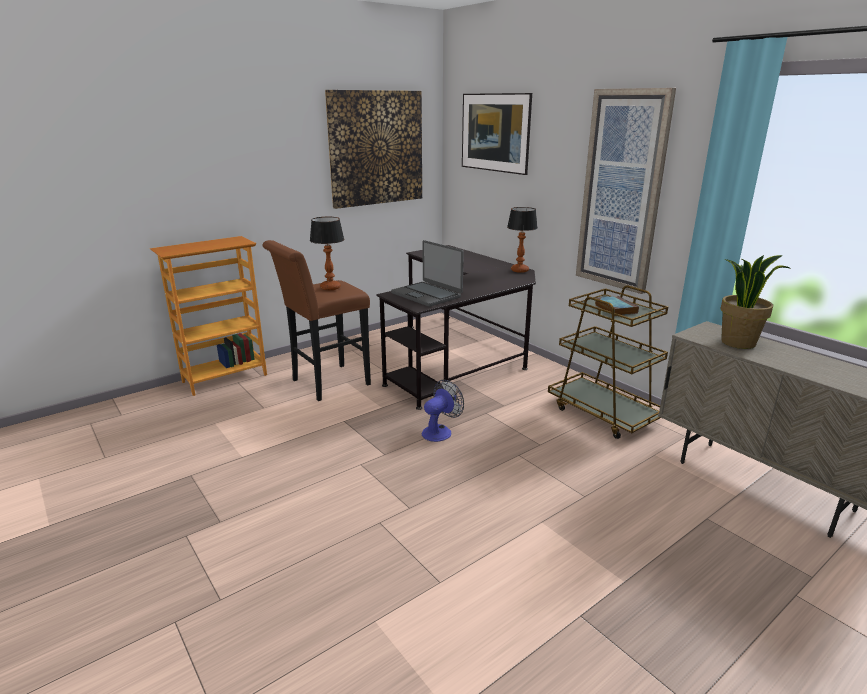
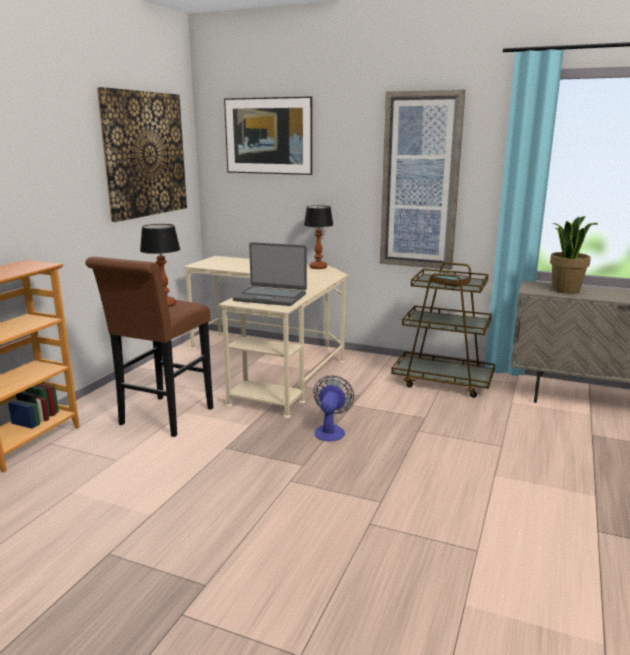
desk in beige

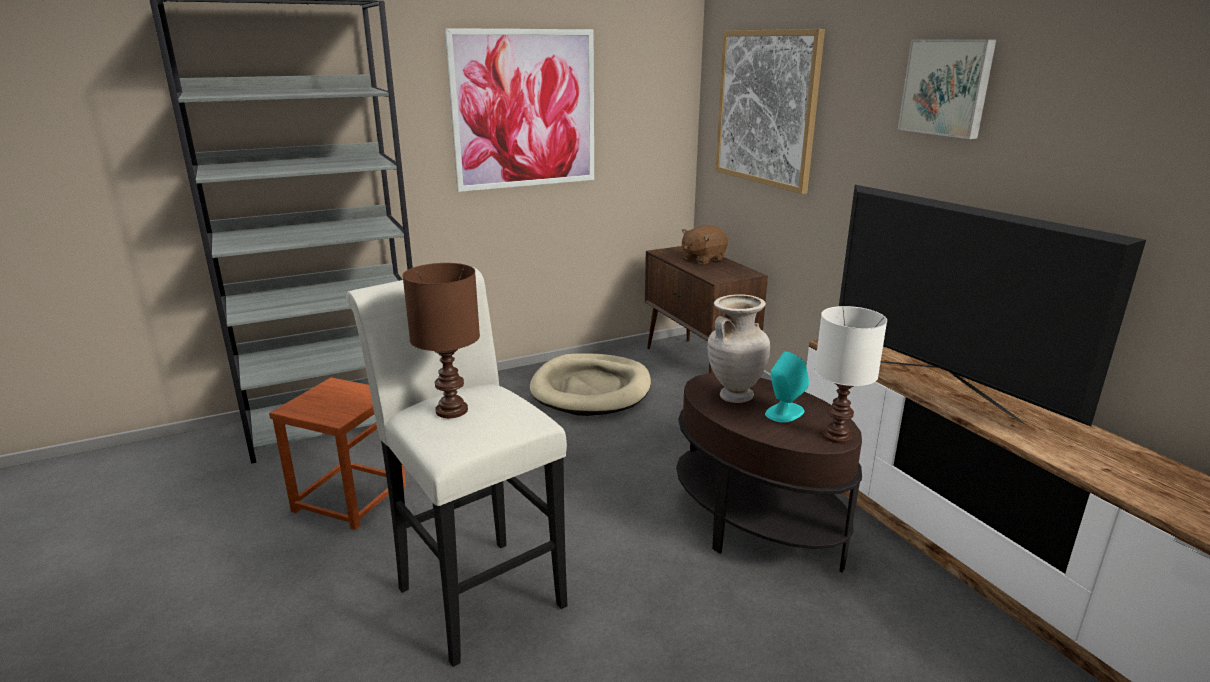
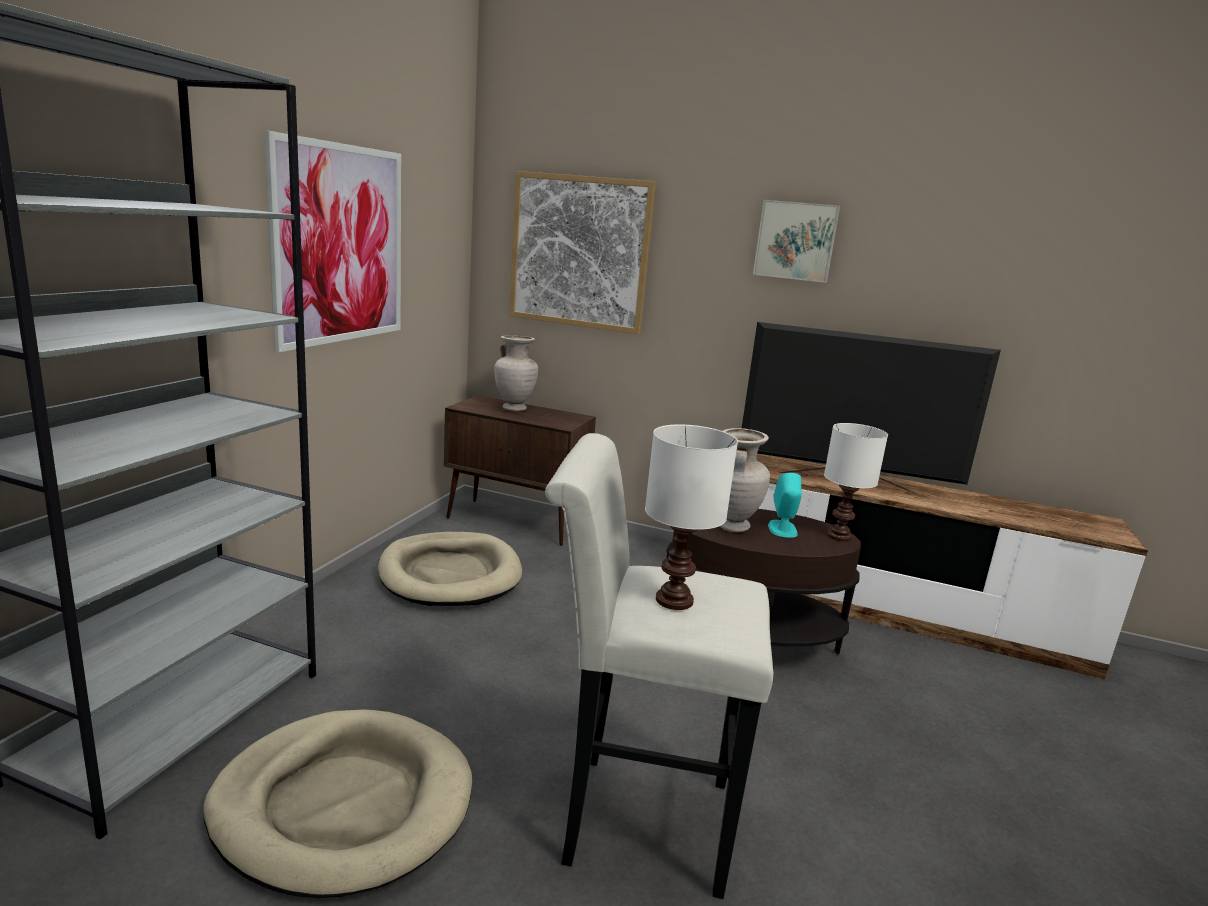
dog bed in beige (no. 1 from left); vase in beige (no. 1 from left); table lamp in white (no. 1 from left)

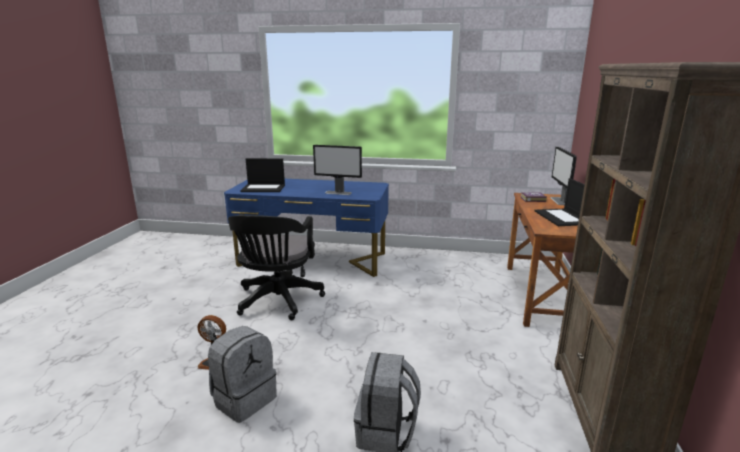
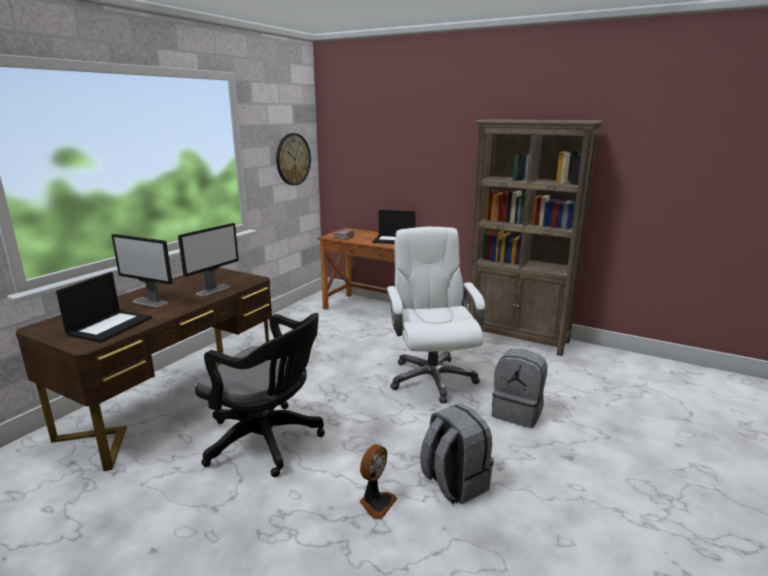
wall clock; office chair in white; monitor (no. 1 from left); desk in brown (no. 1 from left)

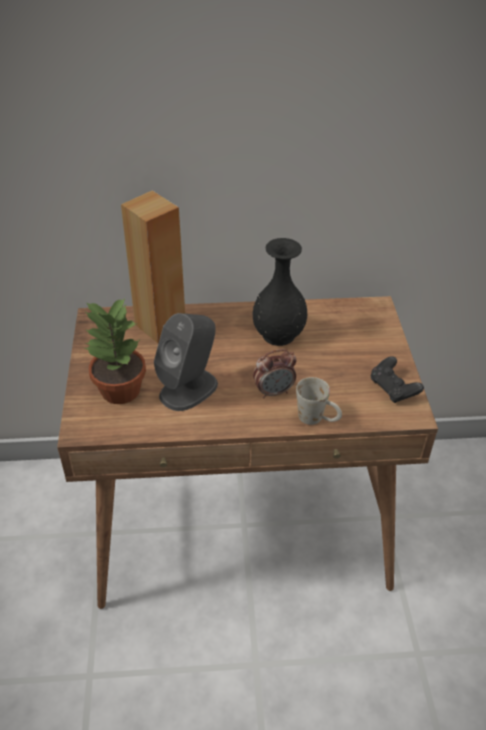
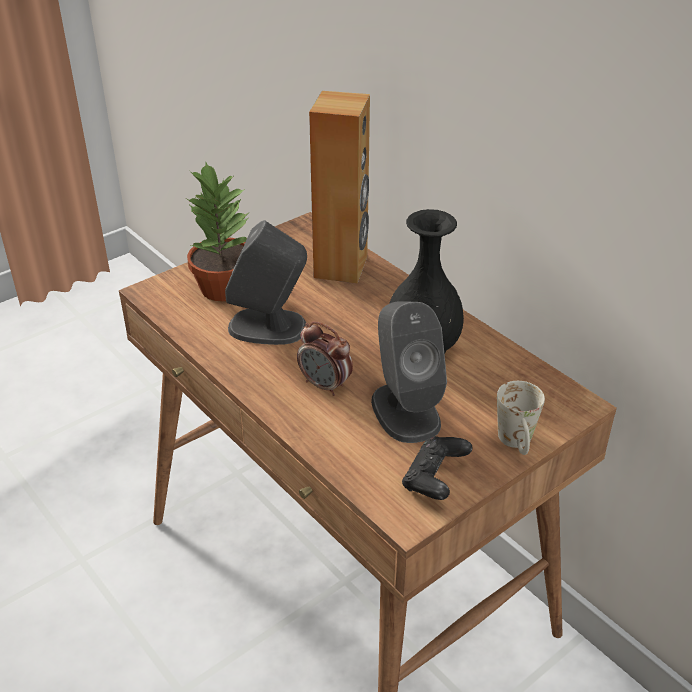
speaker in grey (no. 2 from left); mug in white

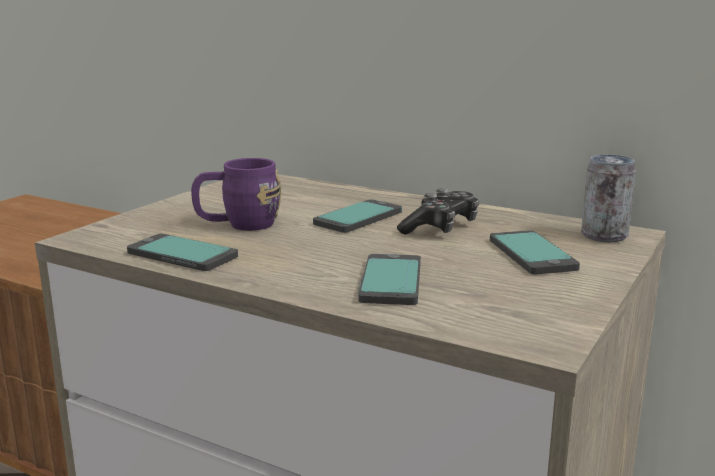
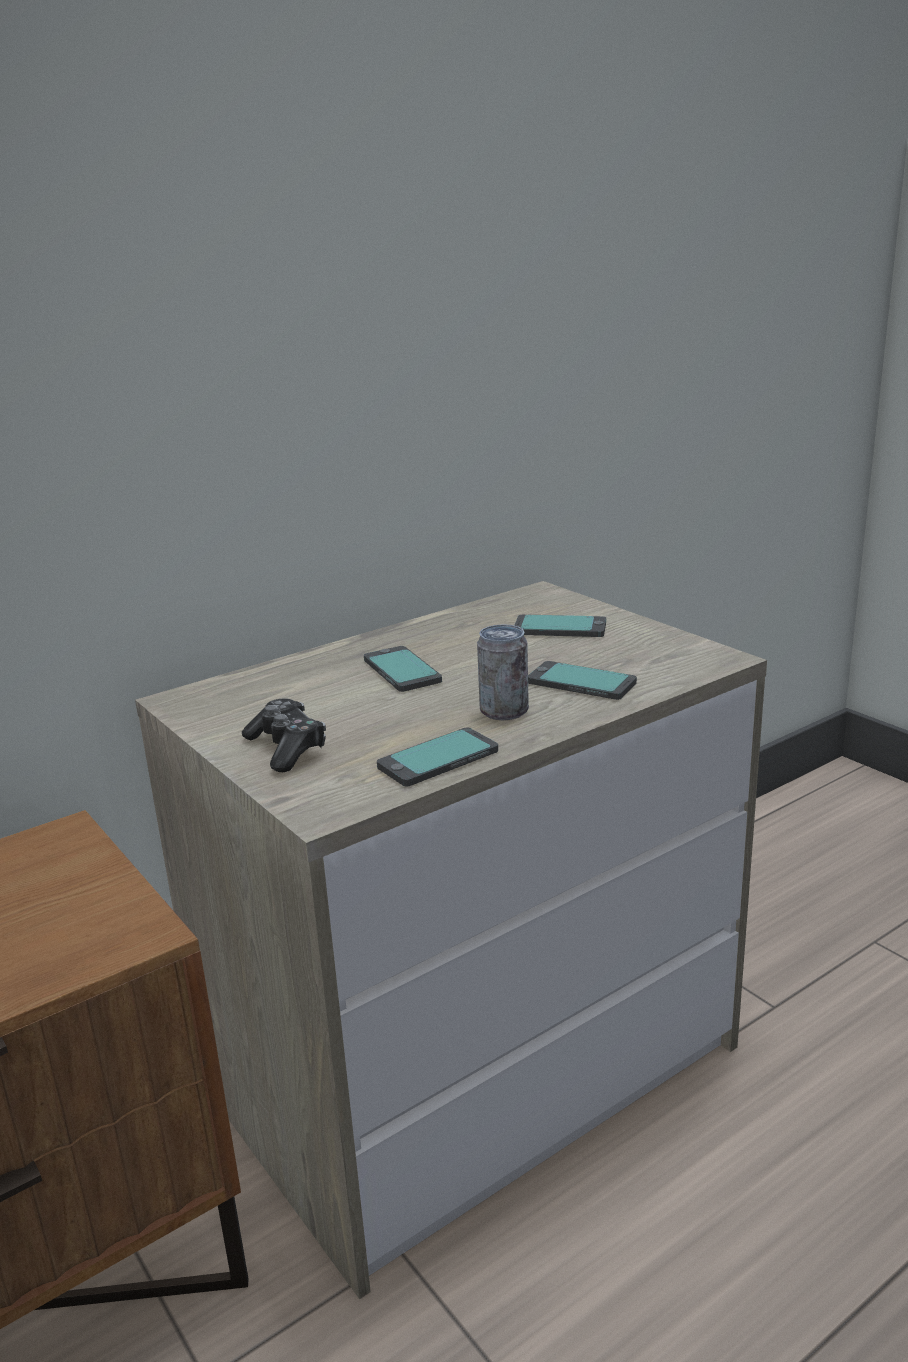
mug in purple; game controller; can

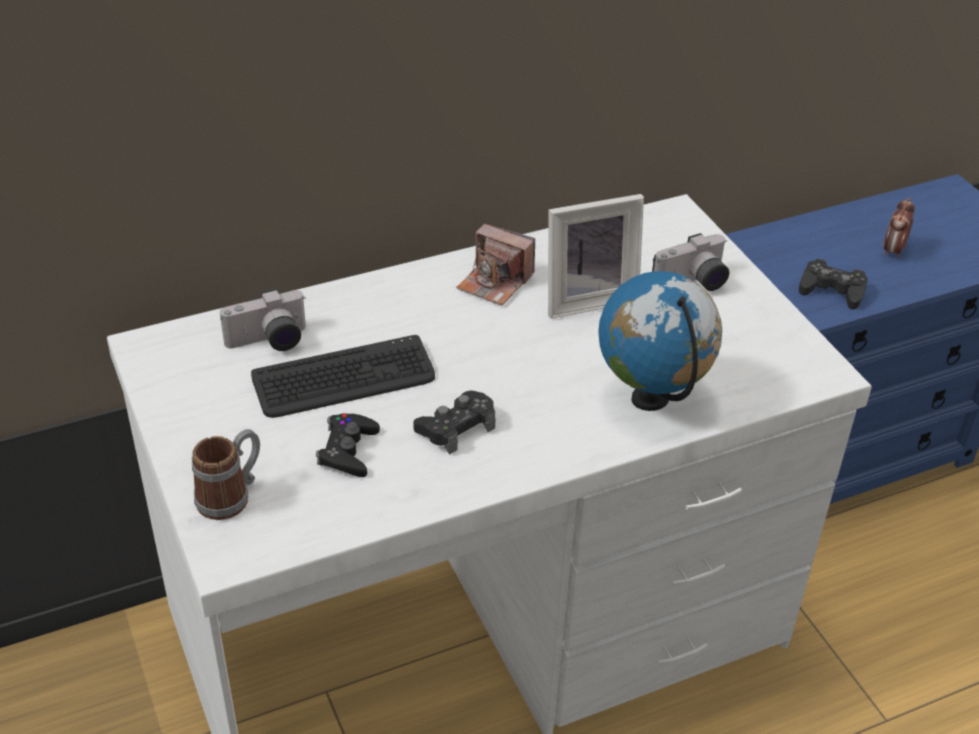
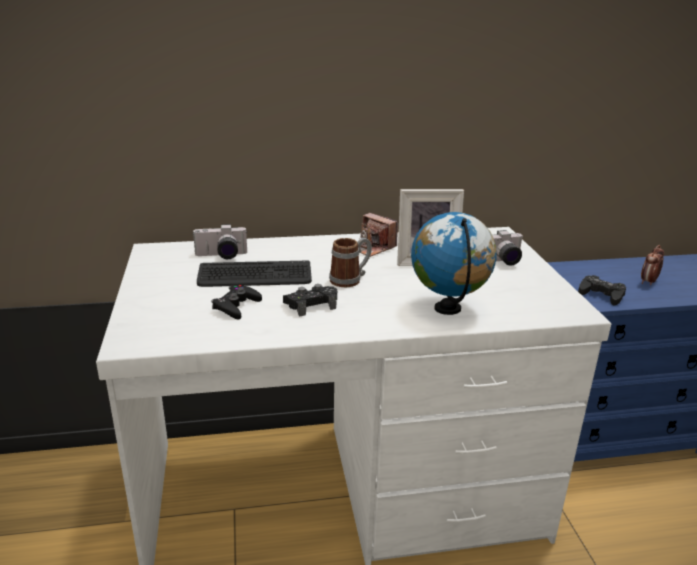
mug

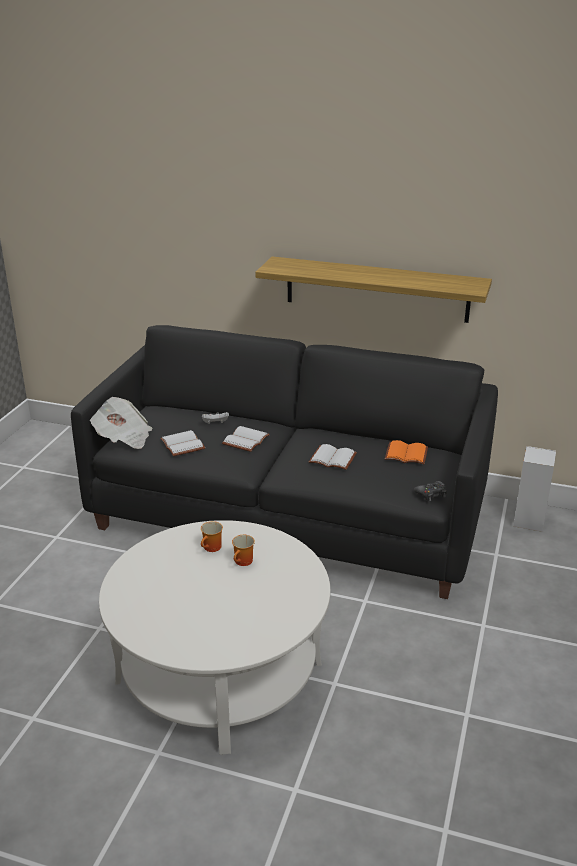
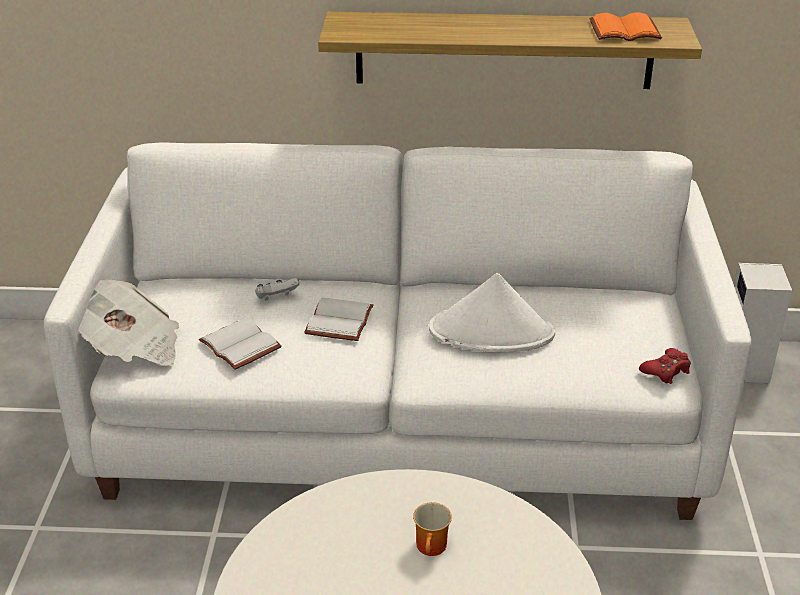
mug (no. 1 from left in the first image); book in orange; hat in white; sofa in white; game controller in red

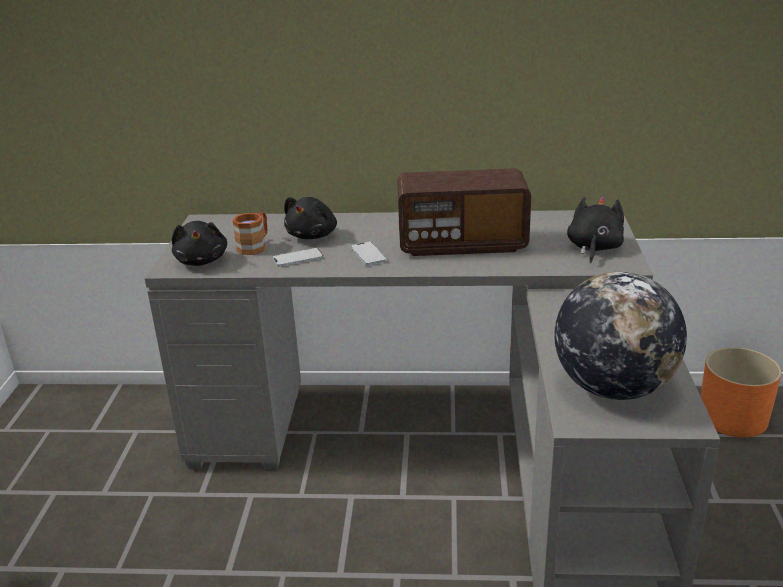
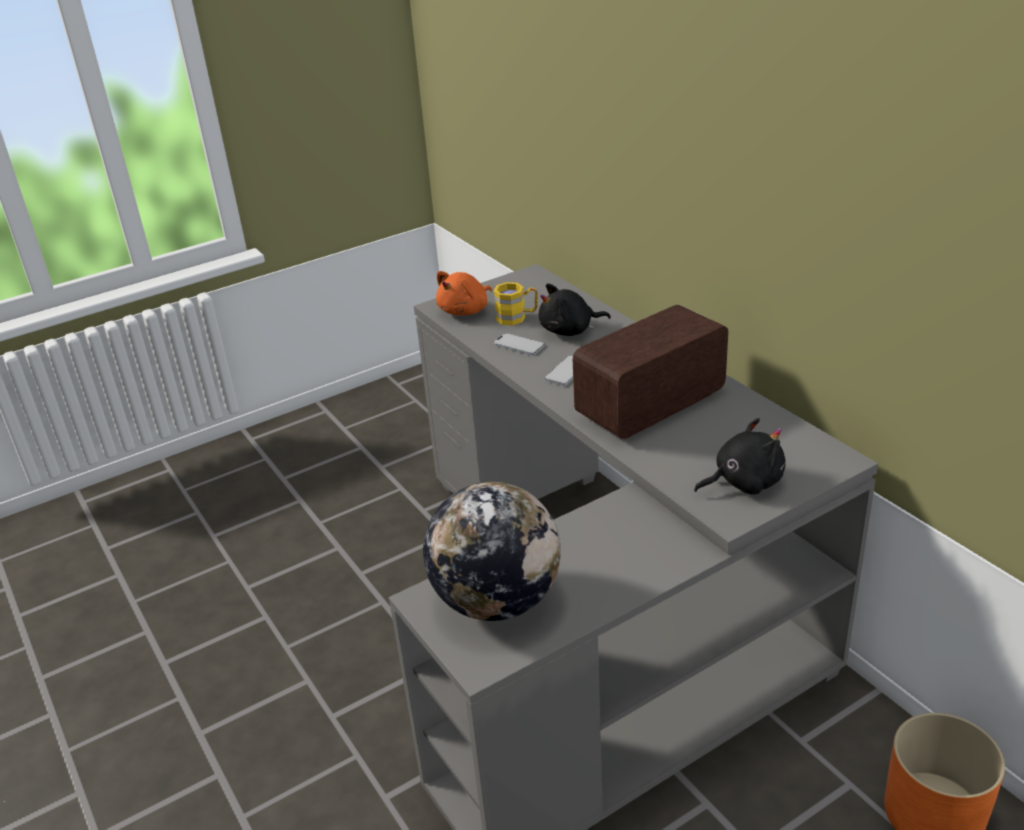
plush toy in orange; mug in yellow; radio

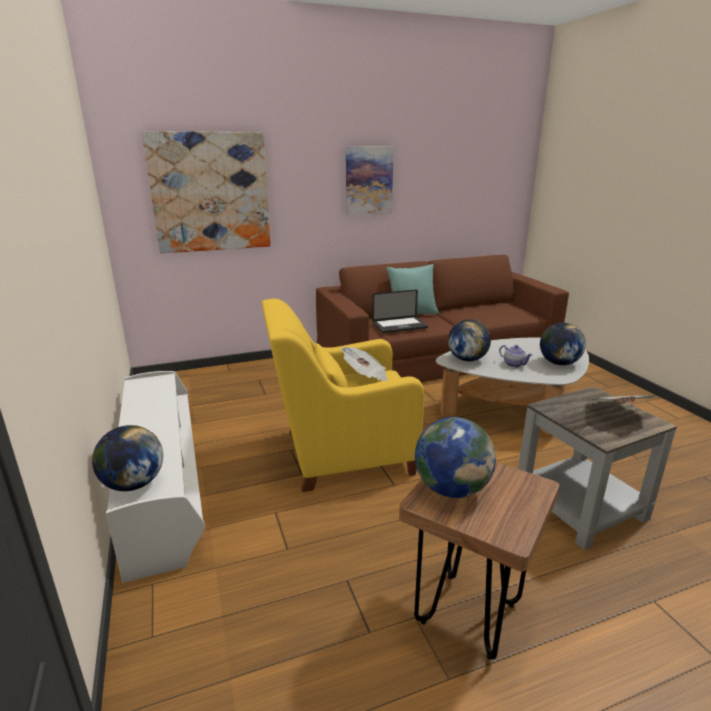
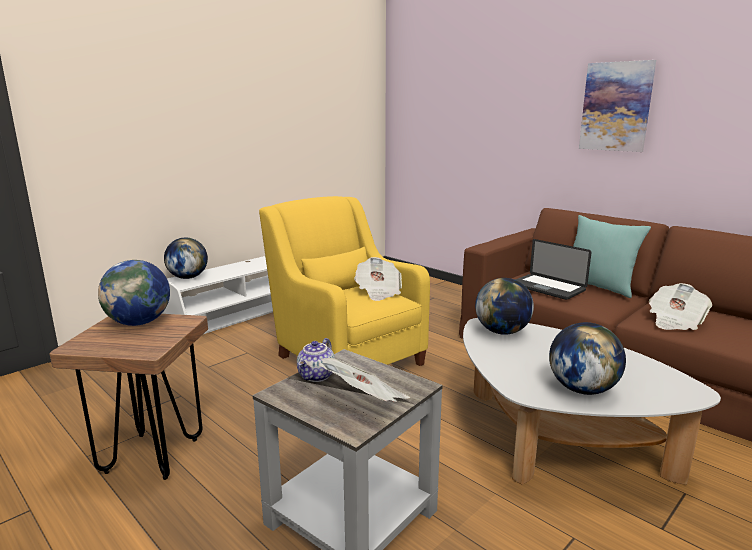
picture (no. 1 from left in the first image); newspaper (no. 3 from left); teapot

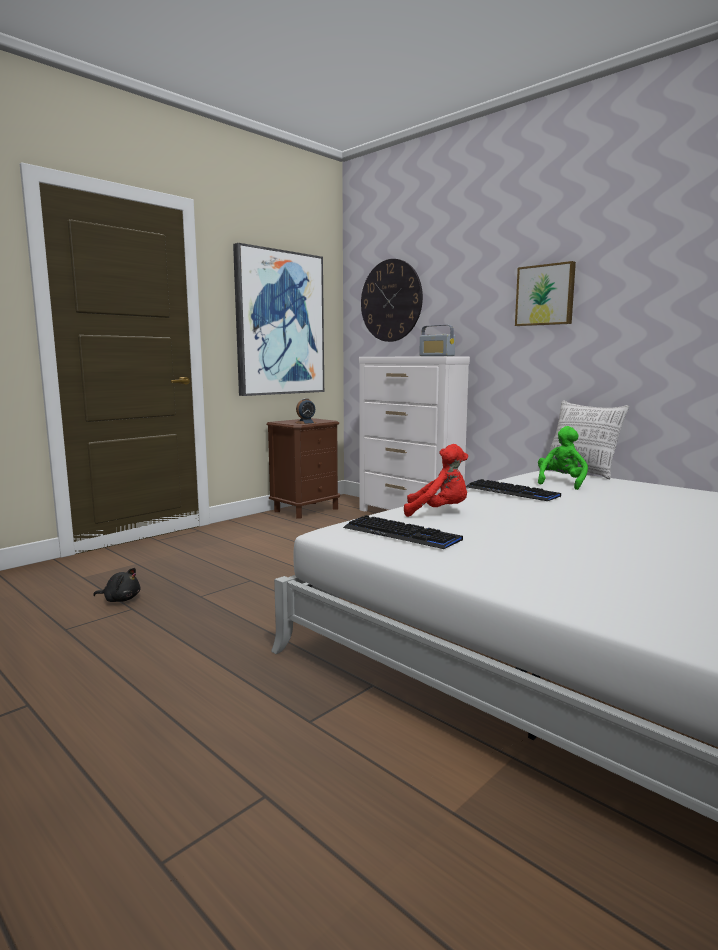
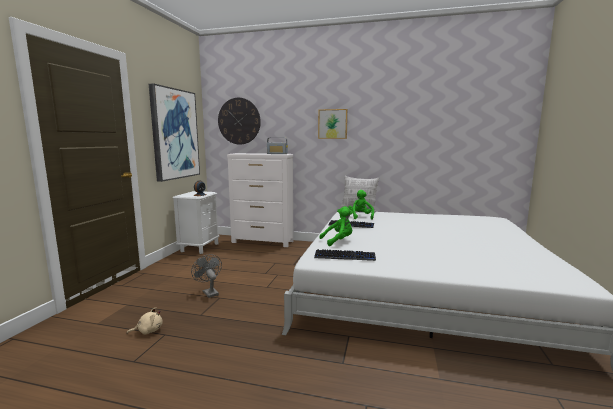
fan in grey; plush toy in beige; nightstand in white; plush toy in green (no. 1 from left)

